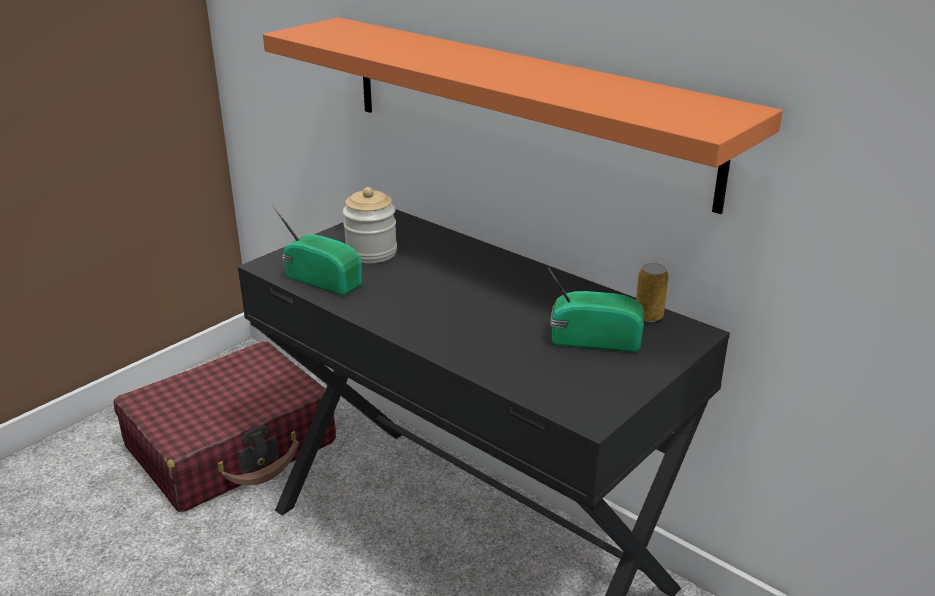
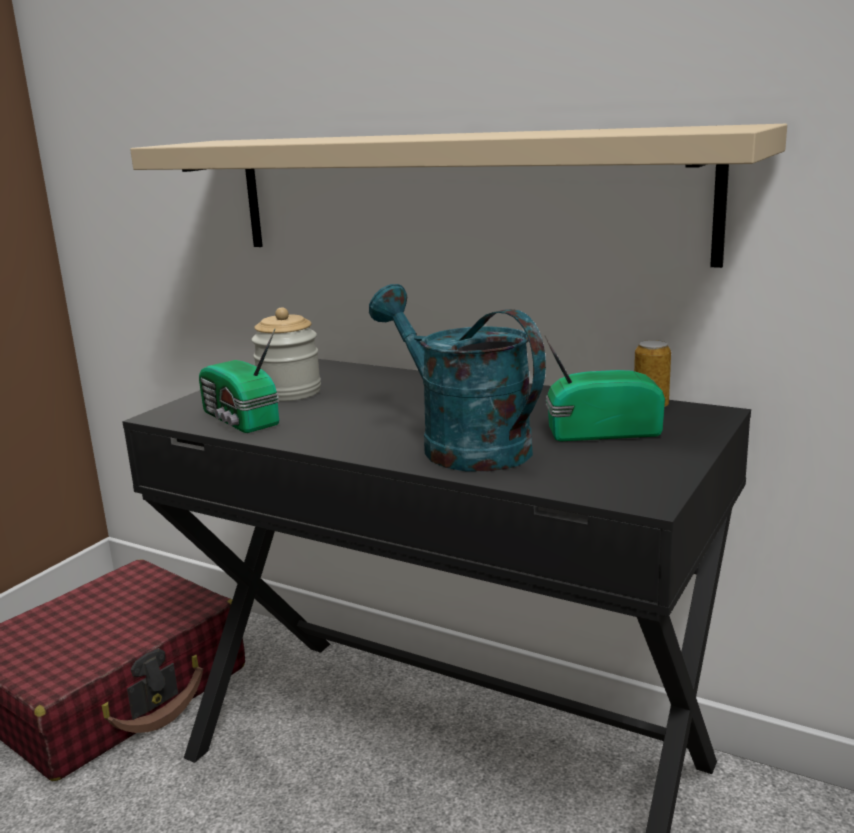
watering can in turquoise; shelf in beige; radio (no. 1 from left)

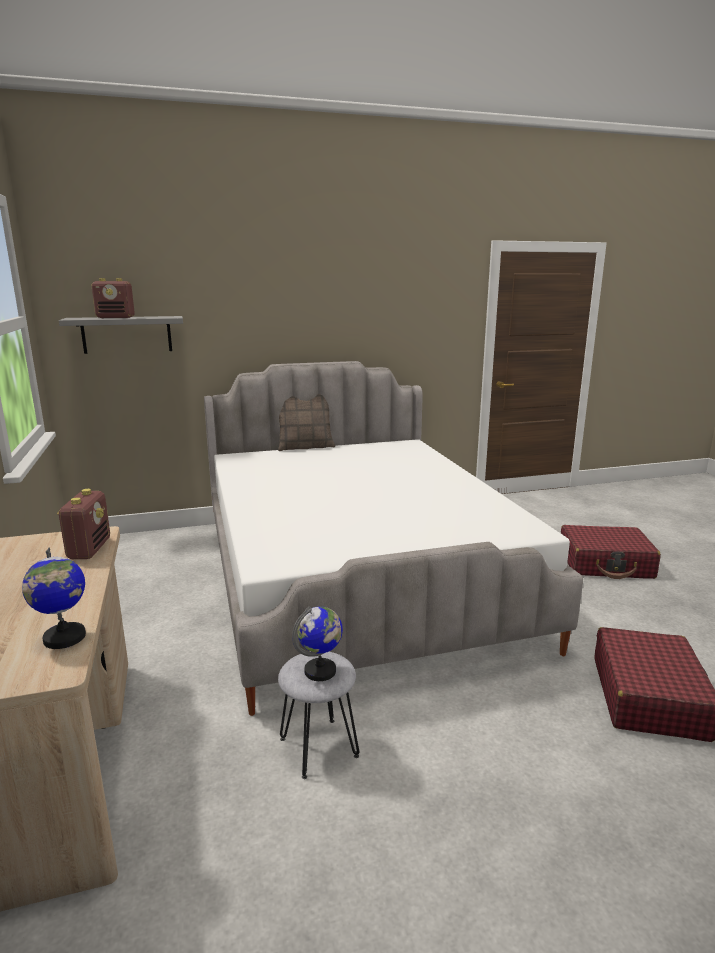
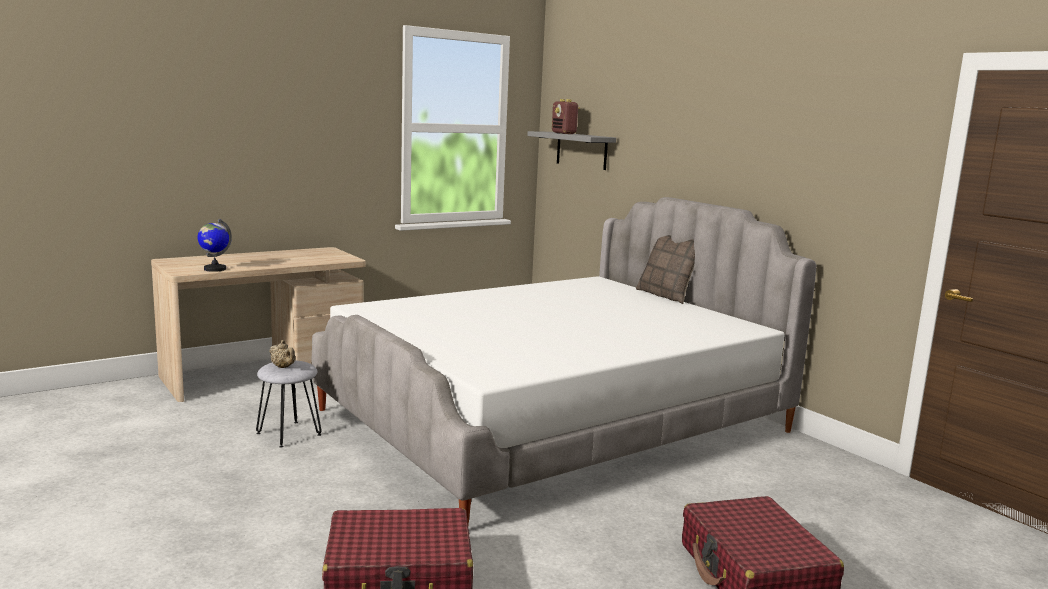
radio (no. 1 from left in the first image); teapot in beige

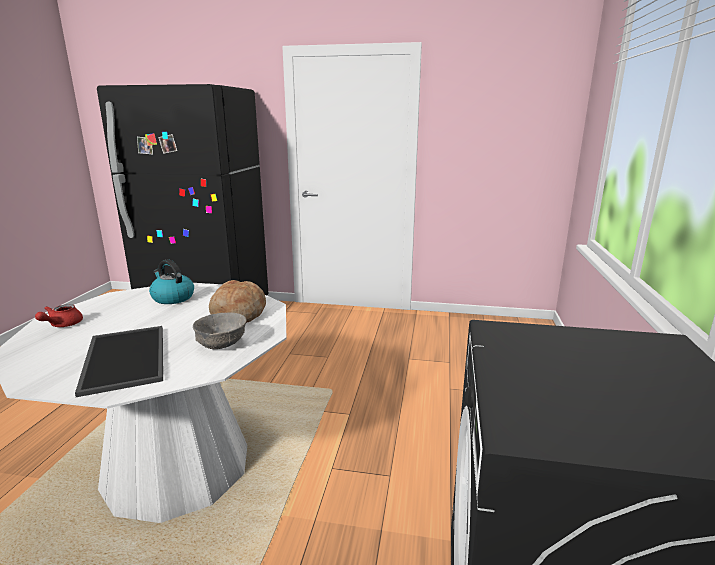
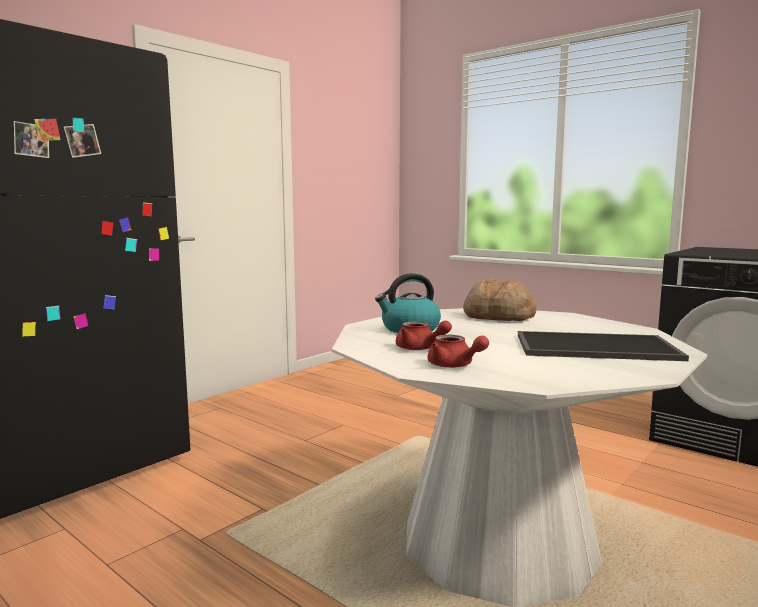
bowl in grey; teapot in red (no. 1 from left)

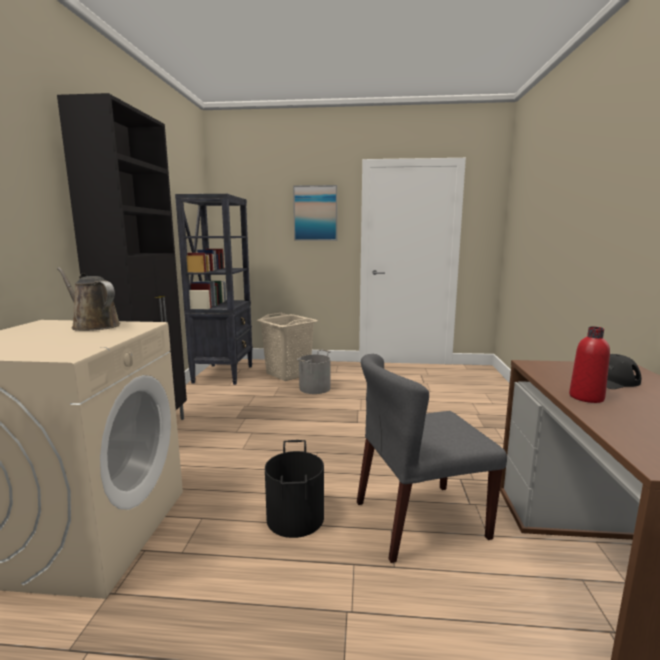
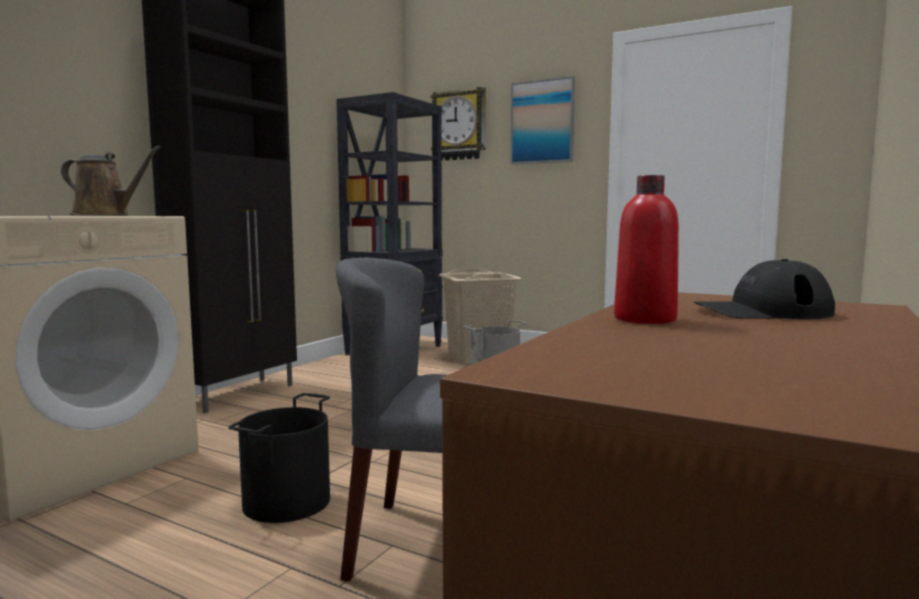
wall clock; watering can in brown

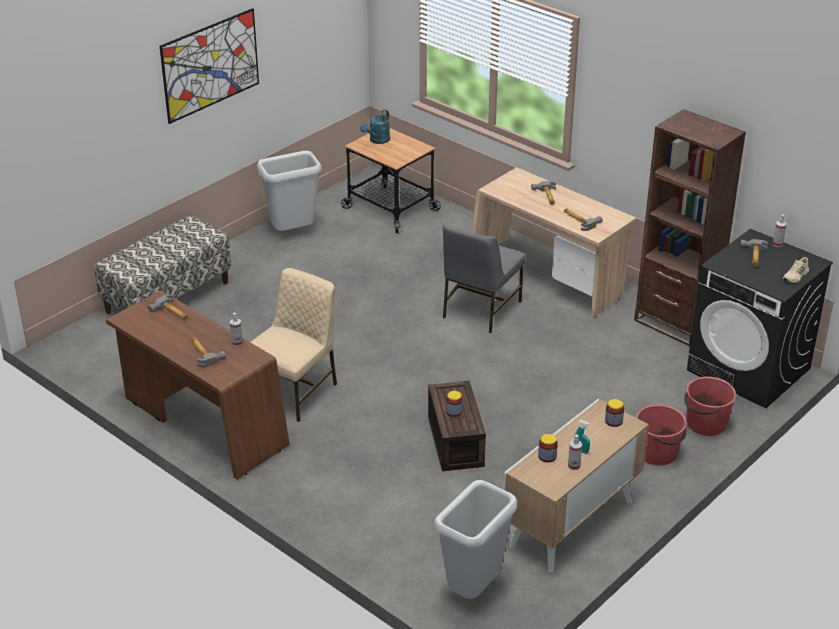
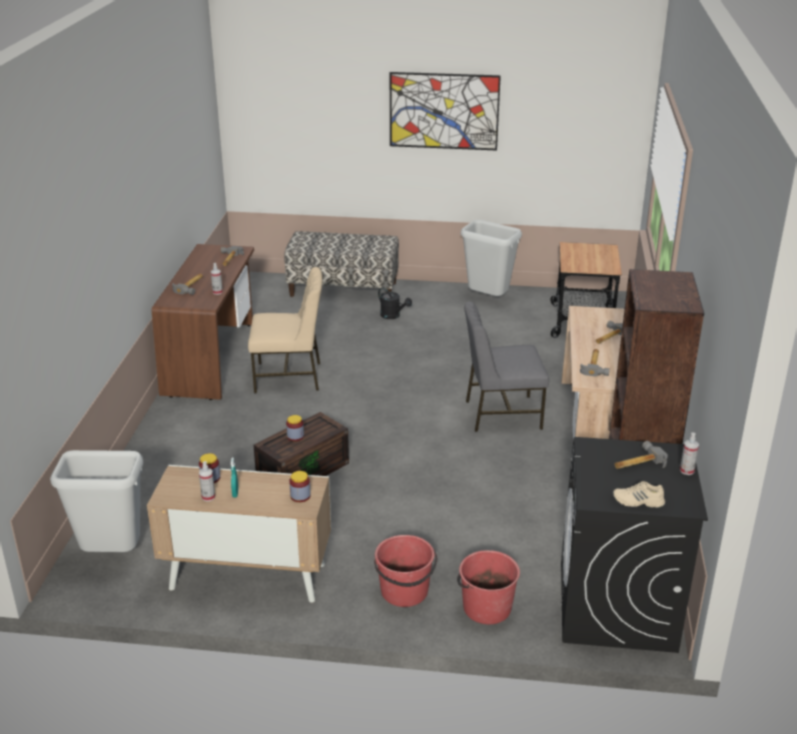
watering can in turquoise; watering can in black

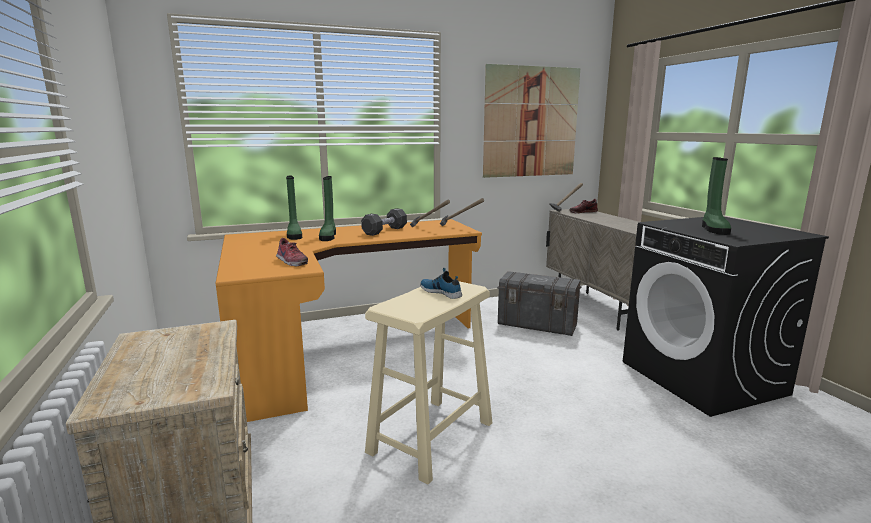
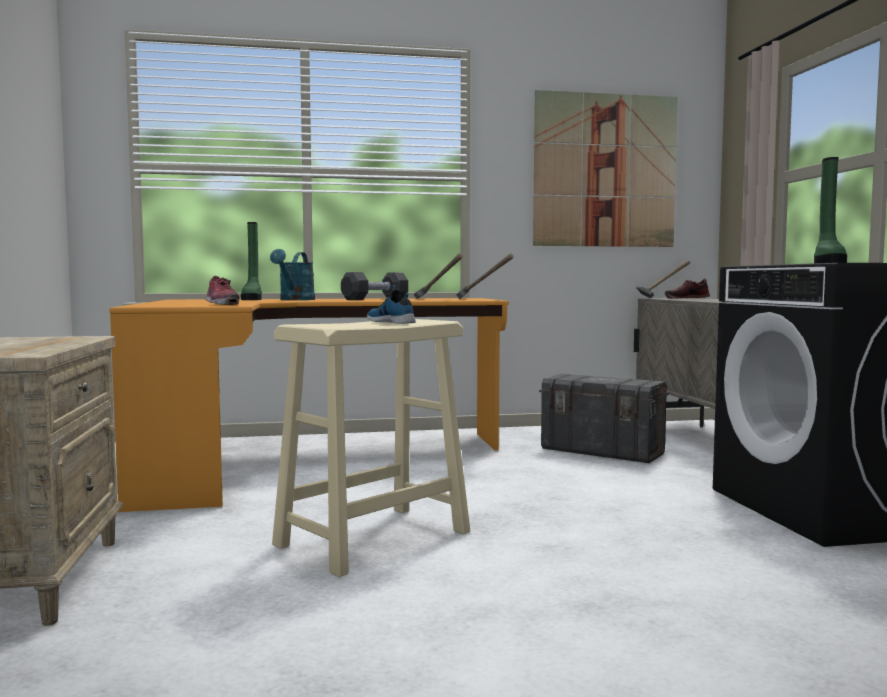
watering can in turquoise

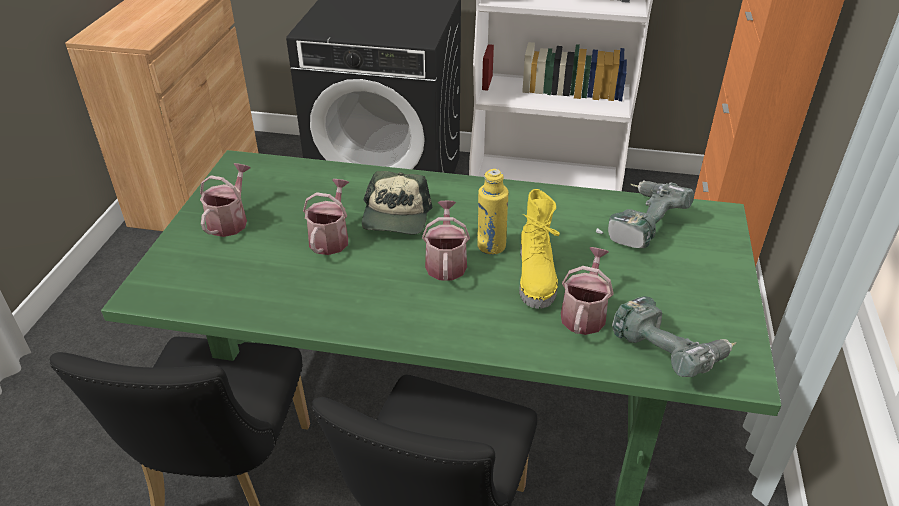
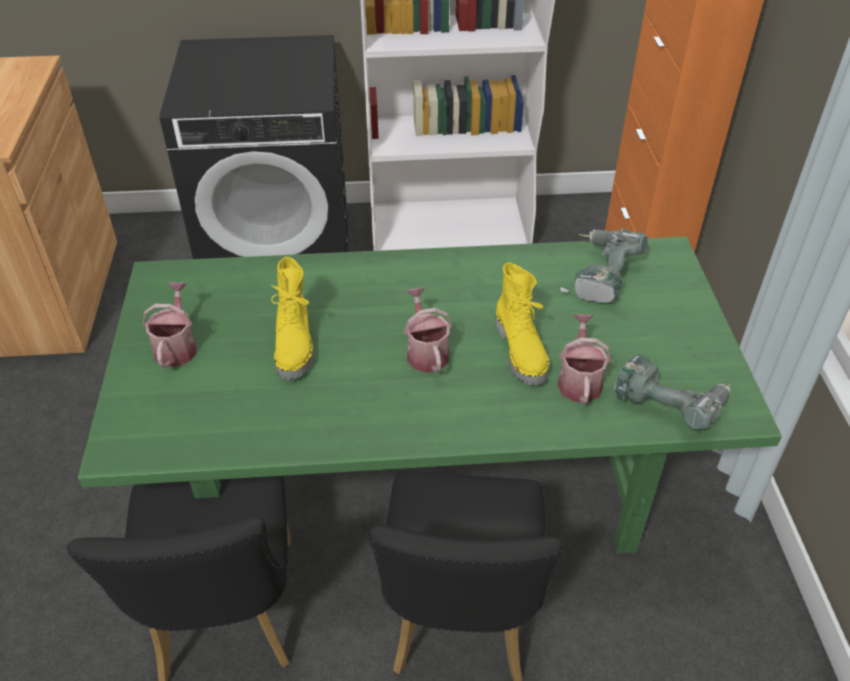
cap; bottle in yellow; boot in yellow (no. 1 from left)

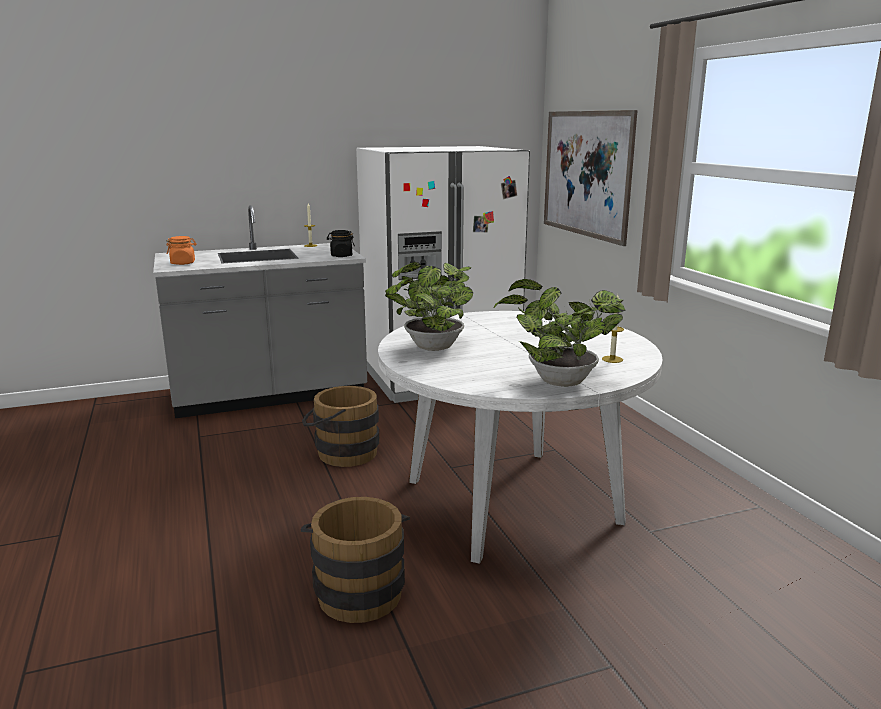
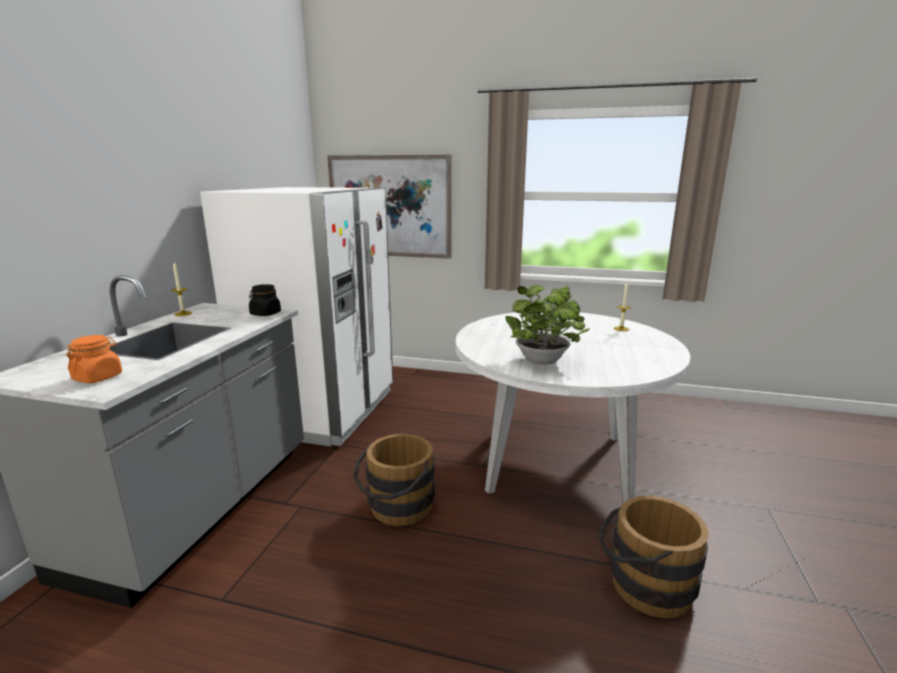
potted plant (no. 2 from left in the first image)

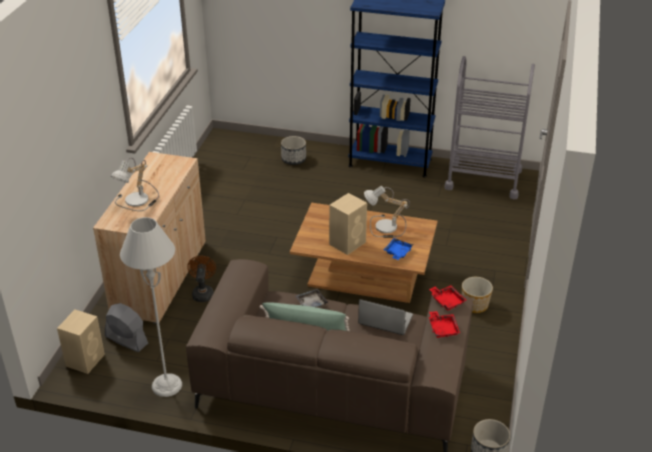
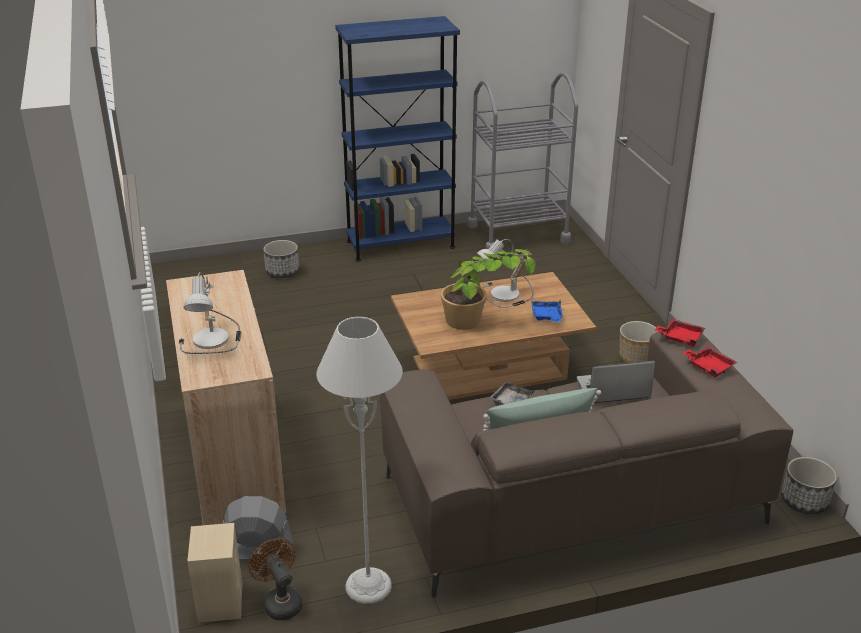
fan in brown; potted plant

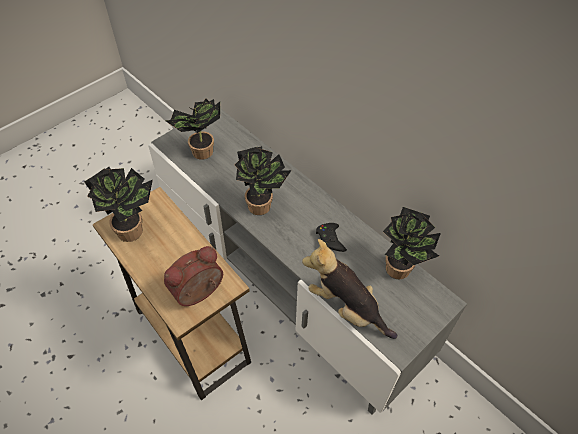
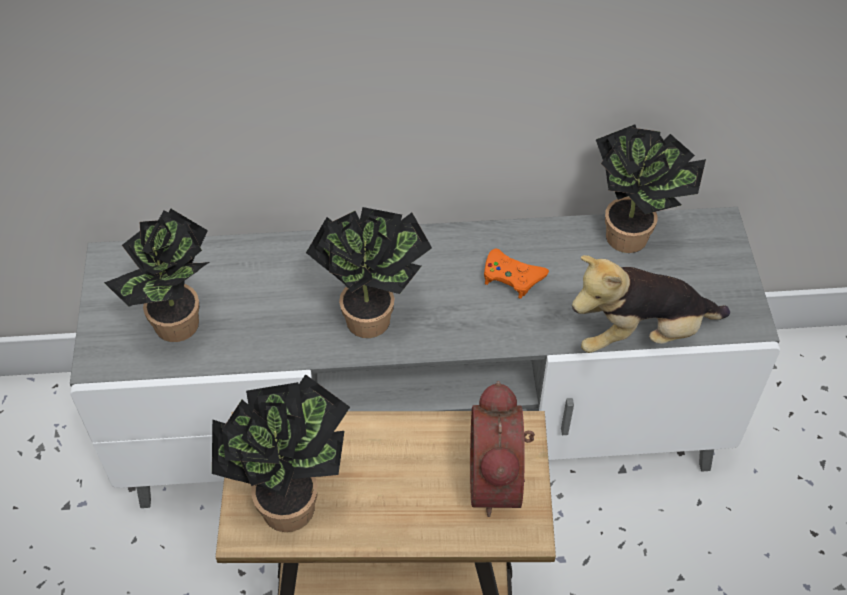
game controller in orange

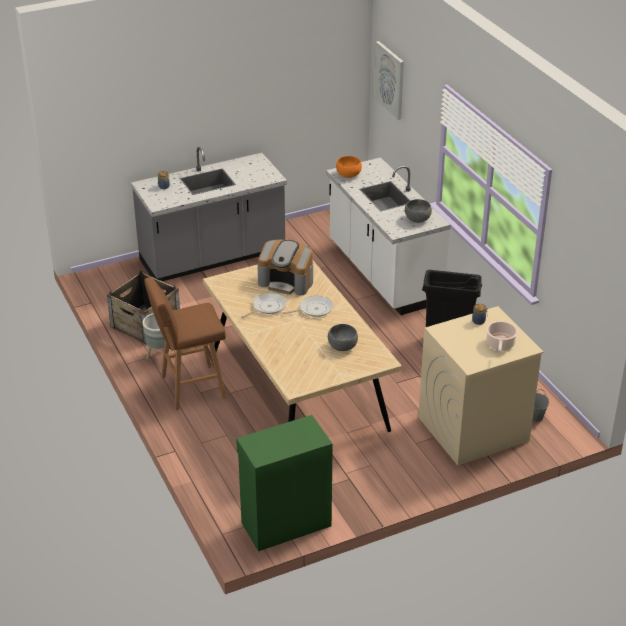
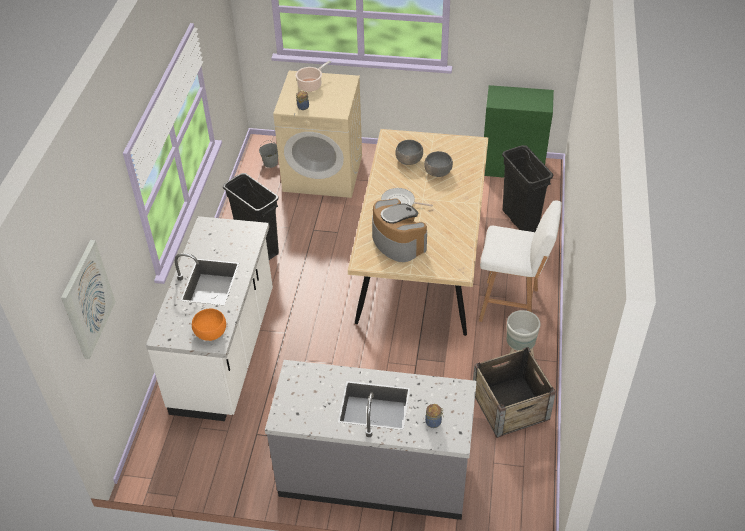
frying pan (no. 1 from left in the first image); trash can in black (no. 2 from left); bowl in grey (no. 2 from left); stool in white

